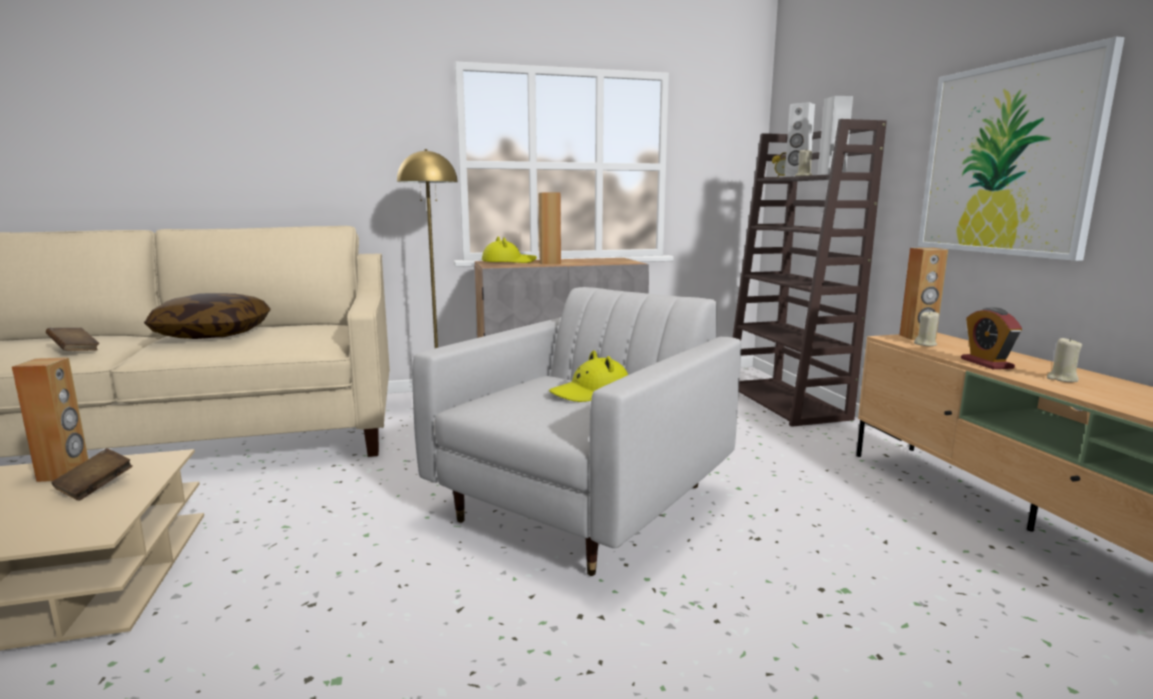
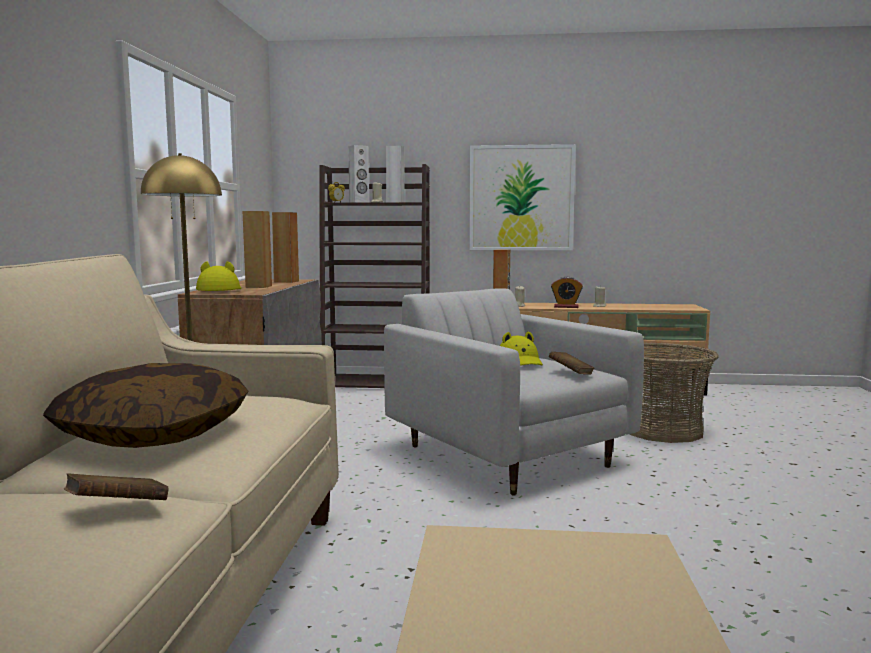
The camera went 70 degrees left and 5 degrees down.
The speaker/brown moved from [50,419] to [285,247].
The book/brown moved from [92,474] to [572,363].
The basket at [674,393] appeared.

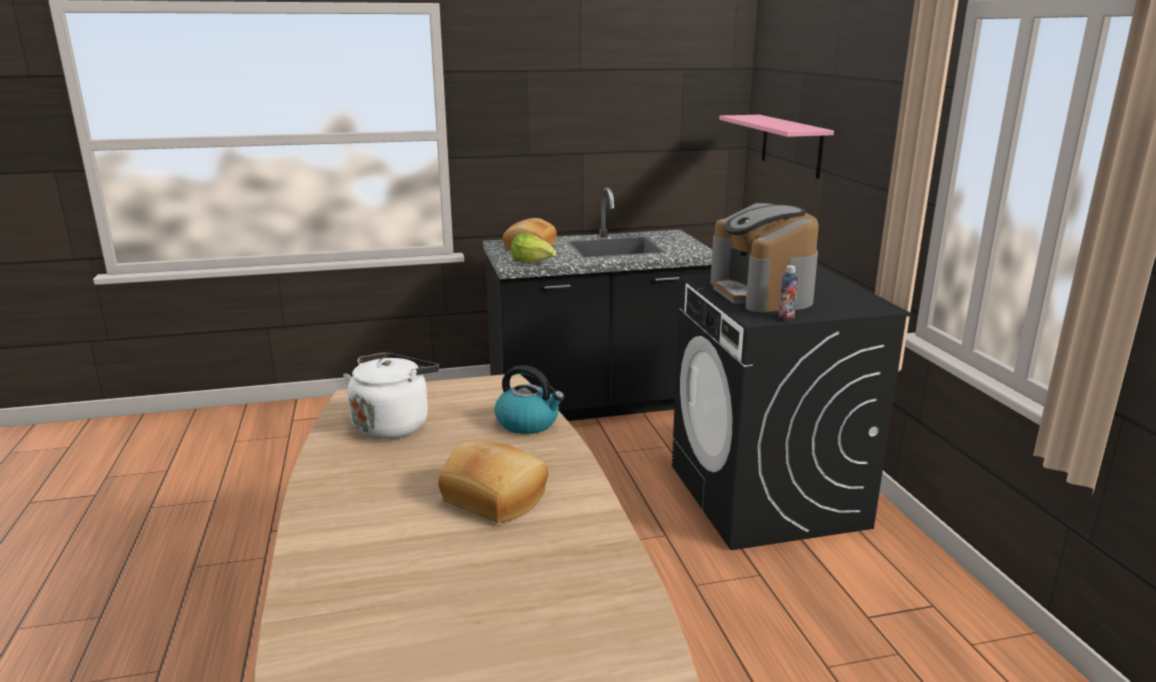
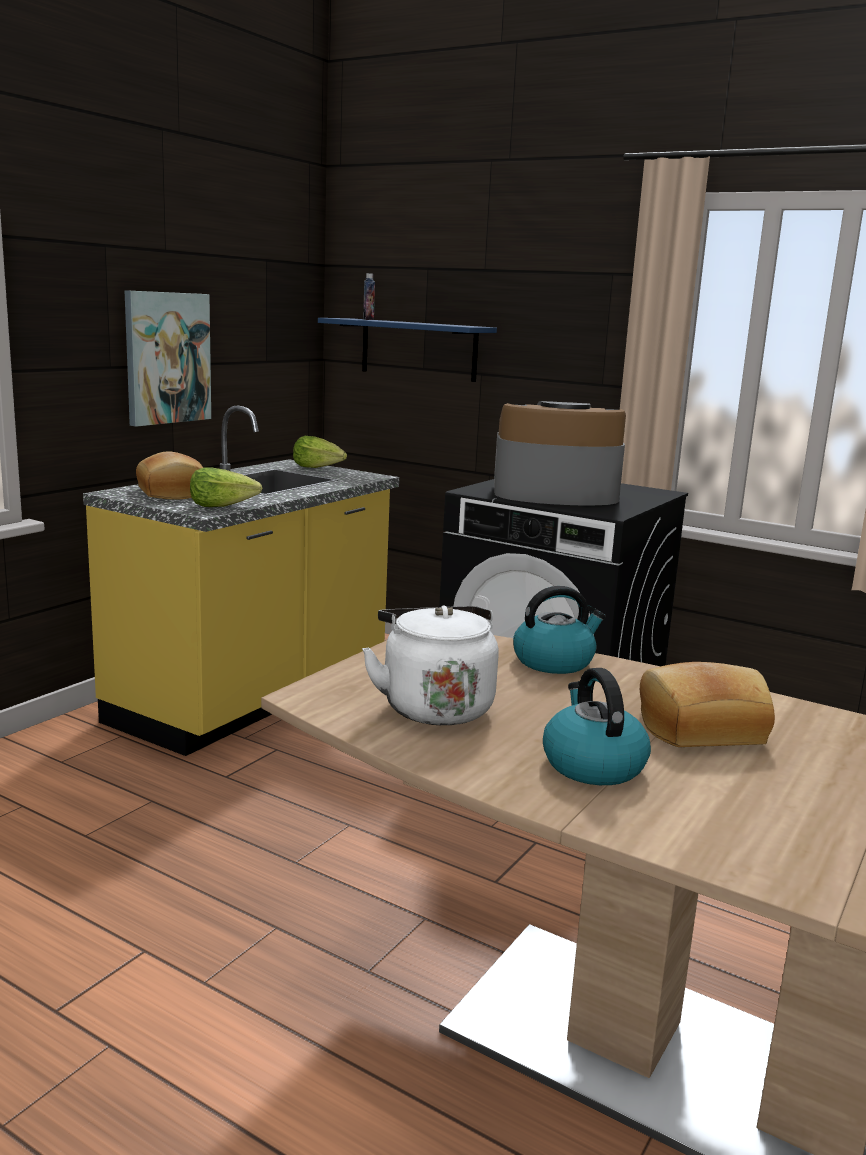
The camera went 45 degrees left and 5 degrees down.
The shelf/pink at [776,147] became the shelf/blue at [407,350].
The counter/black at [597,304] became the counter/yellow at [241,580].
The coffee machine at [764,257] turned 150 degrees clockwise.
The bottle moved from [788,293] to [369,296].
The picture at [168,358] appeared.
The lettuce at [320,452] appeared.
The kettle at [597,726] appeared.

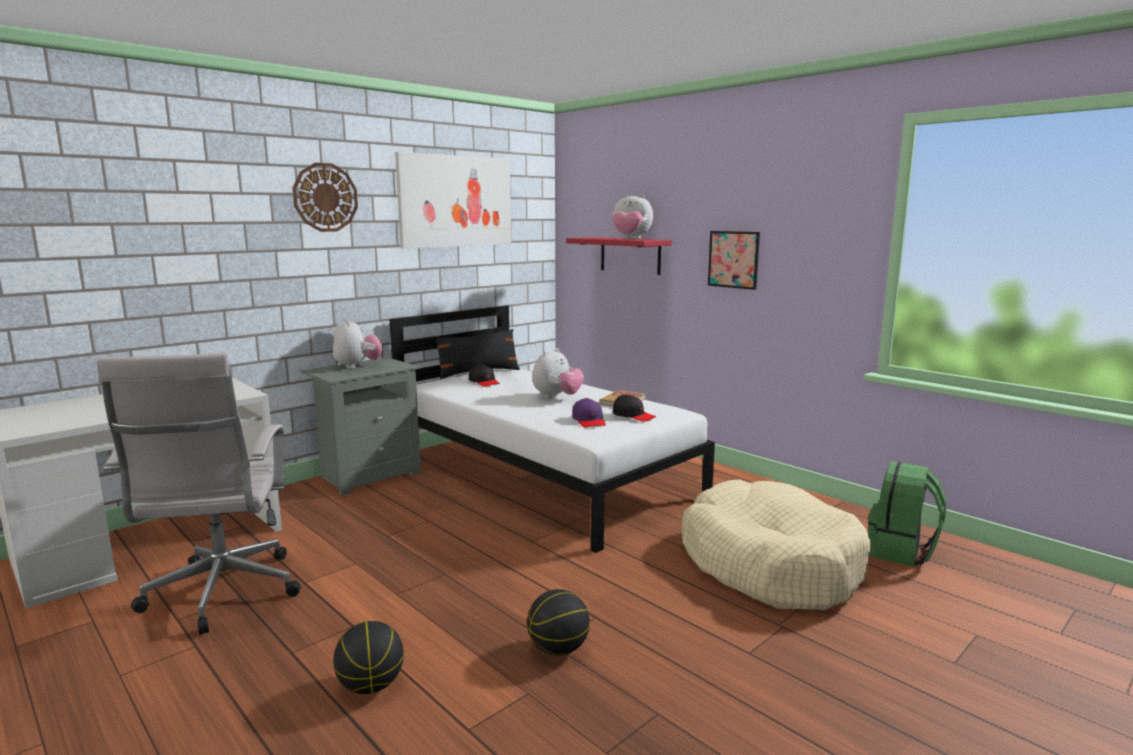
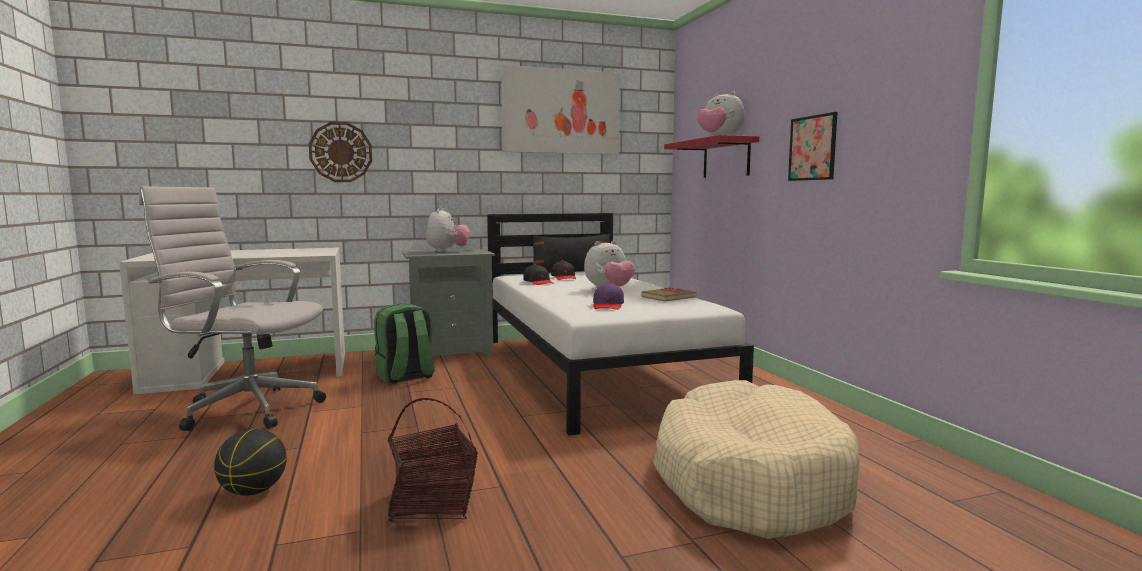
The camera went 25 degrees right and 5 degrees down.
The wall clock moved from [325,197] to [340,152].
The office chair/white at [199,494] turned 90 degrees clockwise.
The cap/black moved from [634,408] to [538,274].
The backpack/green moved from [907,514] to [404,343].
The basketball at [558,622] was replaced by the basket at [433,460].

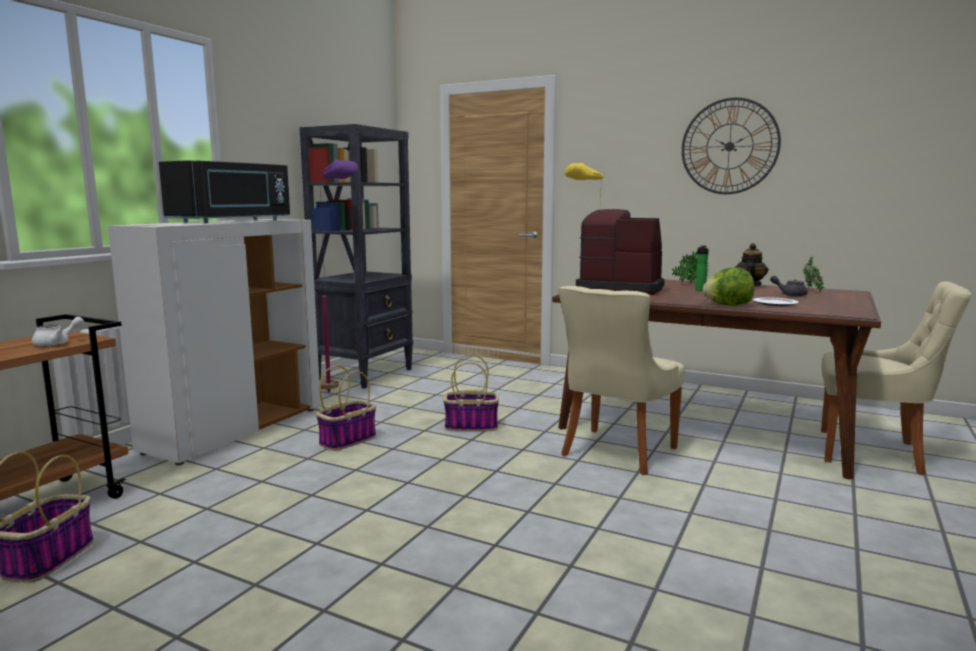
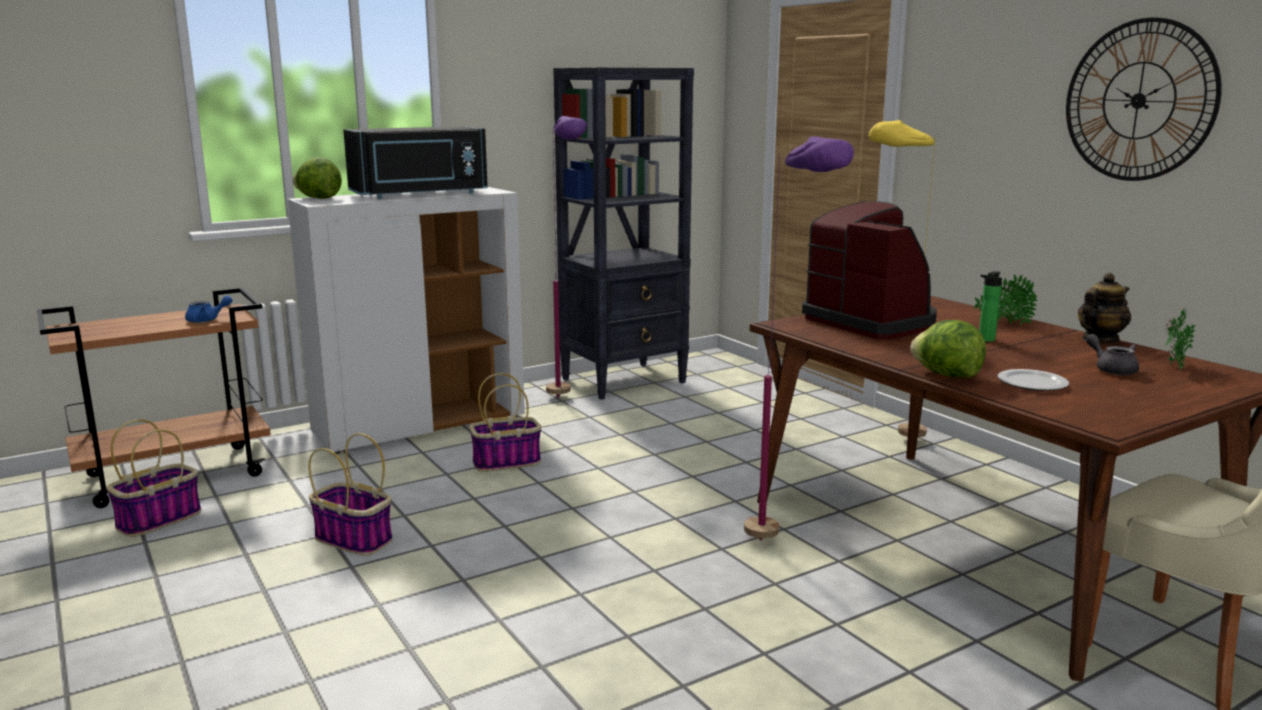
The camera went 30 degrees right and 5 degrees up.
The chair/beige at [621,380] was replaced by the floor lamp/purple at [799,338].
The teapot/white at [58,332] became the teapot/blue at [209,309].
The basket moved from [471,392] to [350,494].
The lettuce at [317,178] appeared.

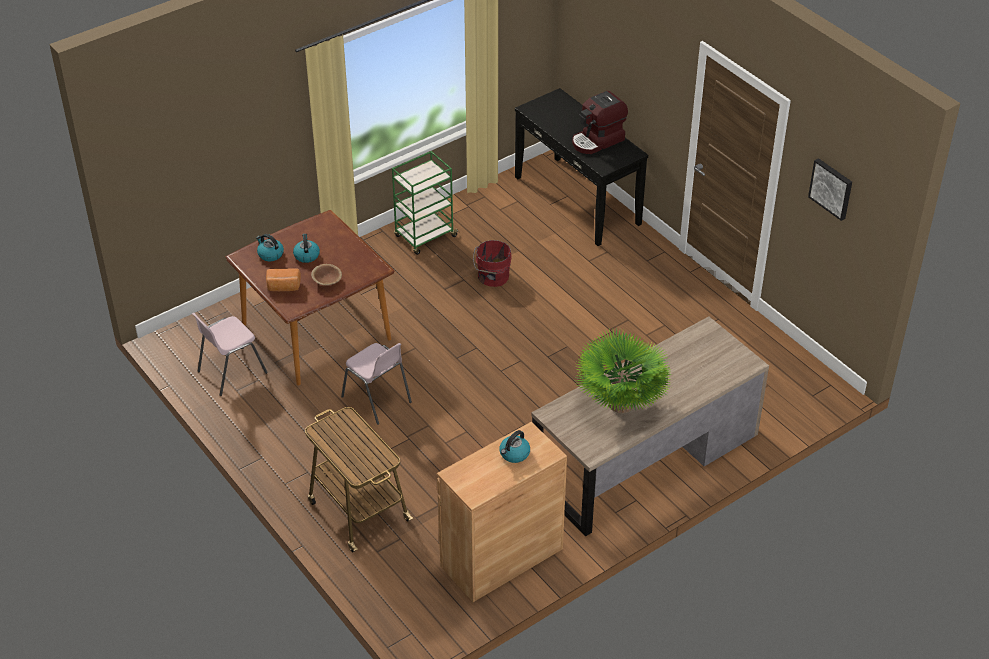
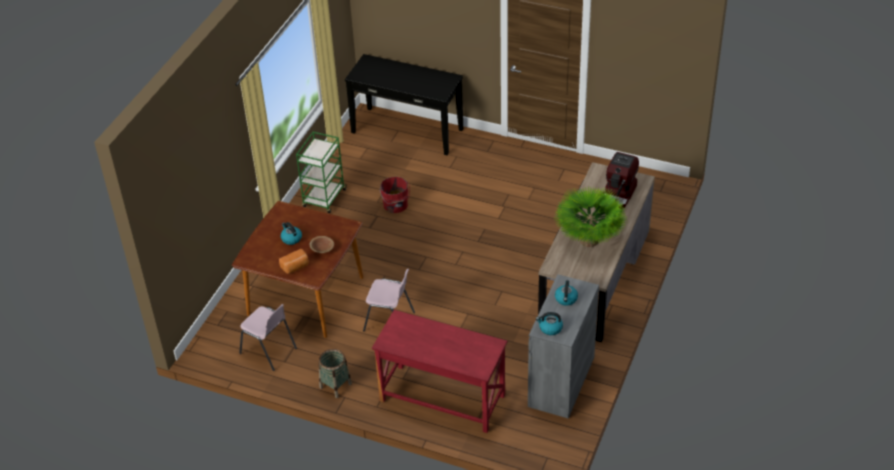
The camera went 30 degrees left and 0 degrees up.
The coffee machine moved from [600,122] to [621,180].
The picture at [830,189] disappeared.
The kettle moved from [270,247] to [549,323].
The chair/pink at [230,354] turned 75 degrees counterclockwise.
The cart at [359,479] was replaced by the desk/red at [439,371].
The cabinet/brown at [502,512] became the cabinet/grey at [563,346].
The basket at [335,373] appeared.

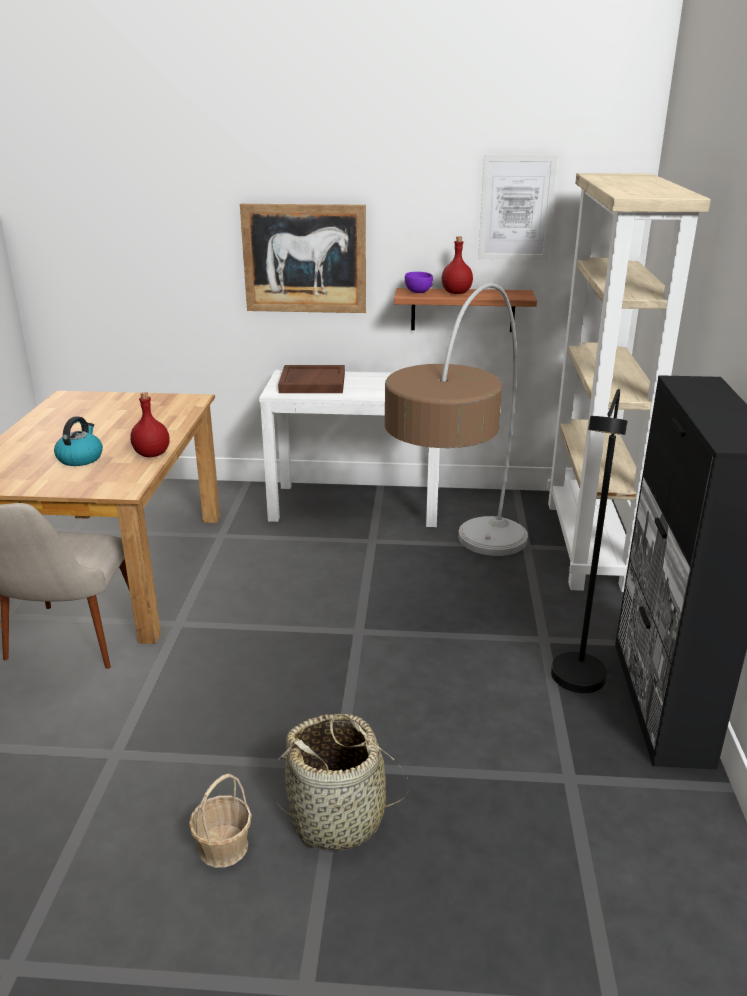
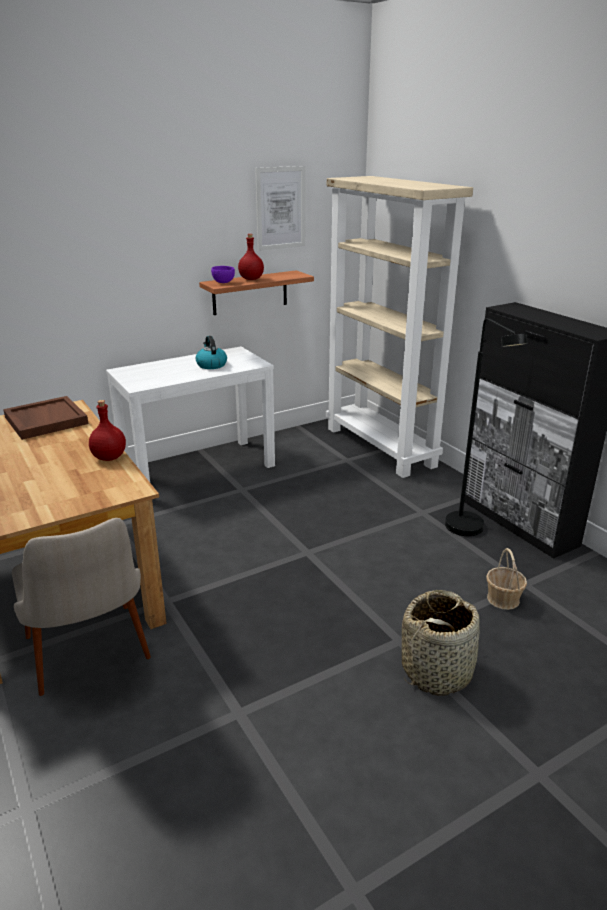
The camera went 35 degrees left and 0 degrees up.
The picture at [303,258] disappeared.
The floor lamp at [456,419] disappeared.
The tray/brown moved from [311,379] to [46,418].
The kettle moved from [78,441] to [211,352].
The basket moved from [220,821] to [506,579].

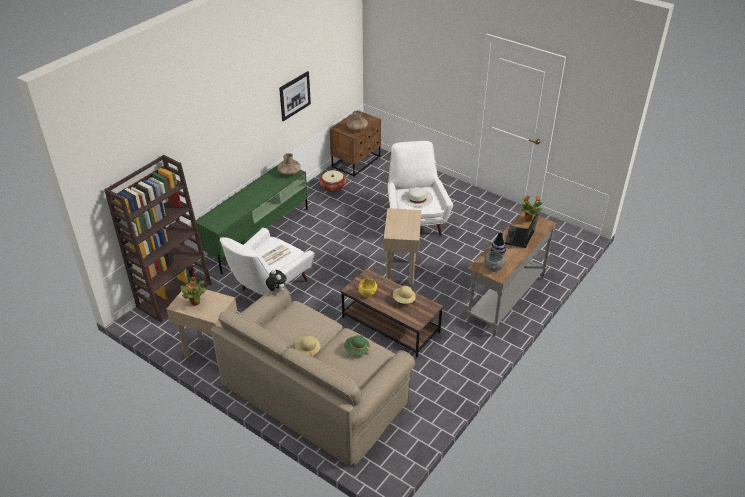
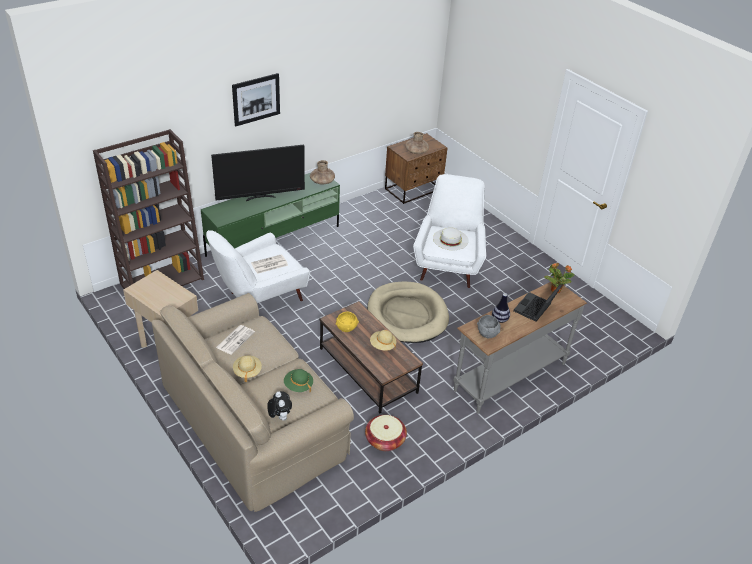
The camera went 15 degrees right and 0 degrees up.
The picture moved from [295,96] to [256,99].
The basket moved from [332,181] to [386,433].
The side table/beige at [402,246] was replaced by the dog bed/beige at [408,312].
The plush toy moved from [276,281] to [279,406].
The potted plant at [193,291] disappeared.
The television at [258,173] appeared.
The newspaper at [235,340] appeared.

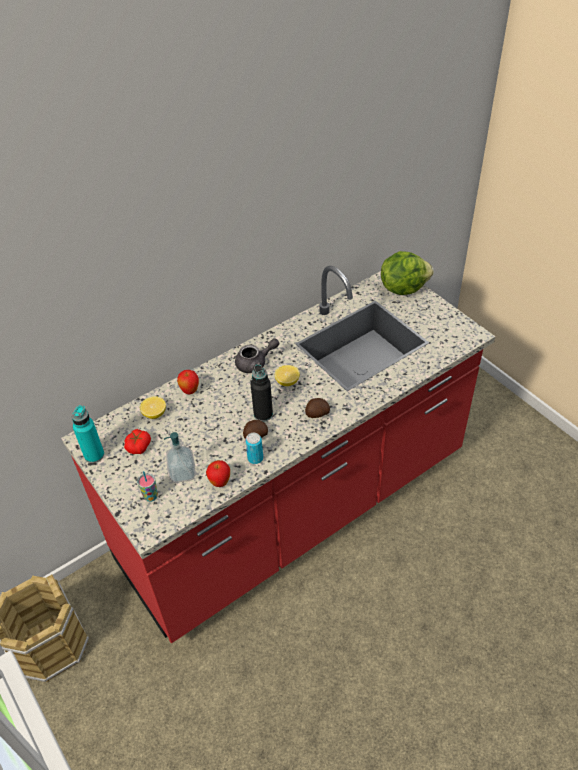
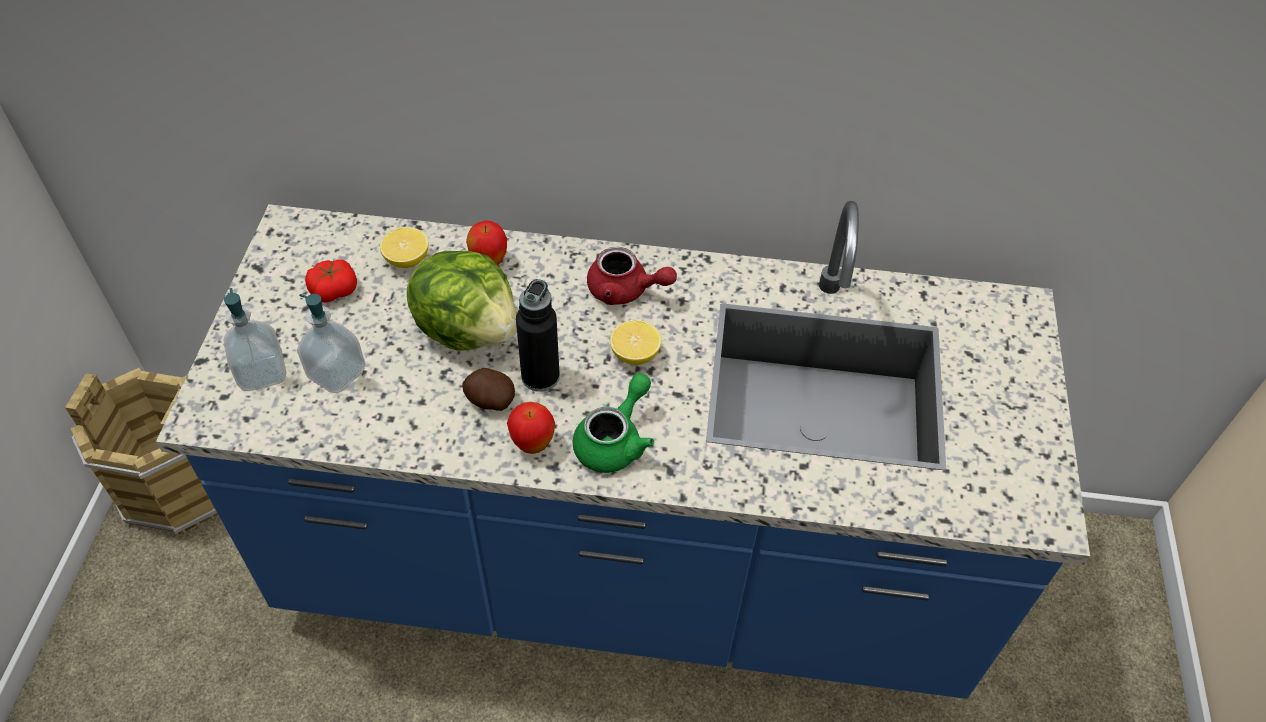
The camera went 40 degrees right and 5 degrees up.
The lettuce moved from [407,273] to [462,301].
The counter/red at [278,454] became the counter/blue at [623,450].
The teapot/grey at [257,356] became the teapot/red at [632,276].
The potato at [317,408] was replaced by the teapot/green at [613,423].
The bottle/turquoise at [88,434] disappeared.
The can at [254,448] disappeared.
The apple moved from [218,473] to [531,428].
The cup at [147,486] was replaced by the soap dispenser at [255,339].

